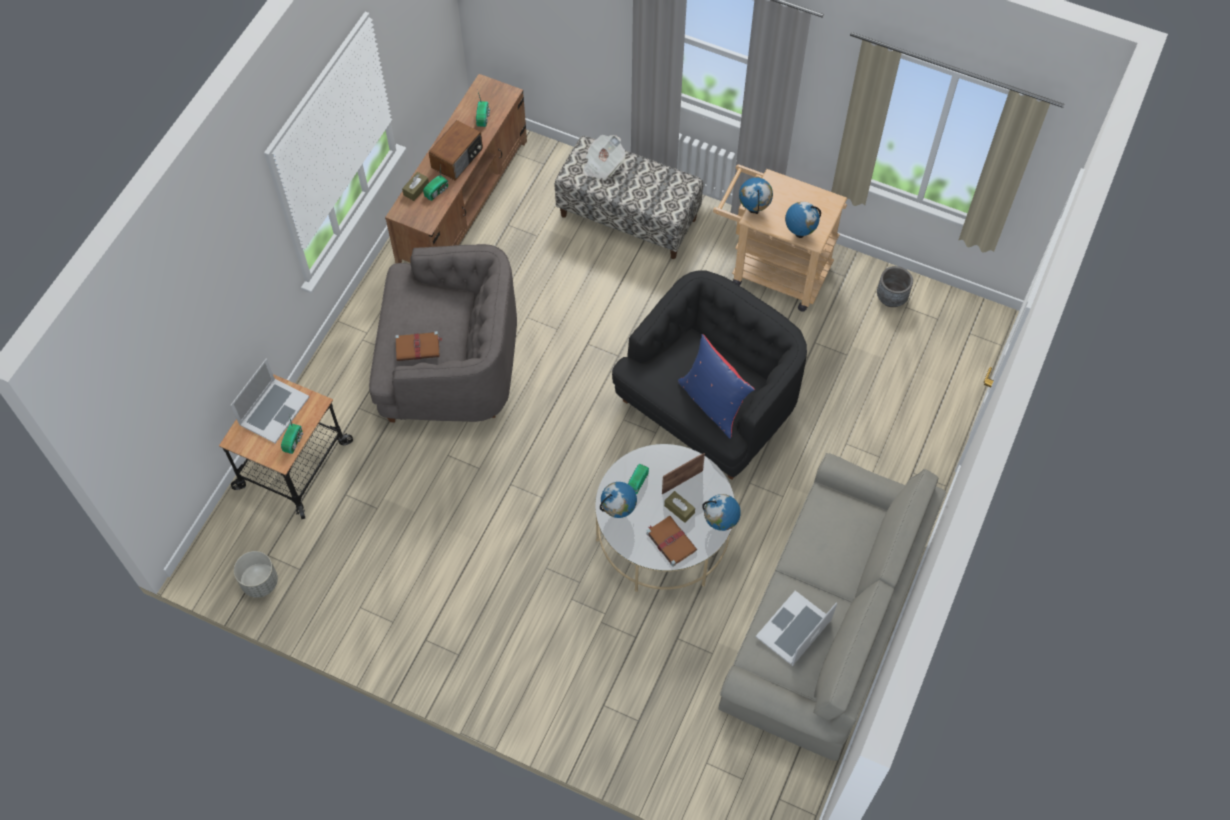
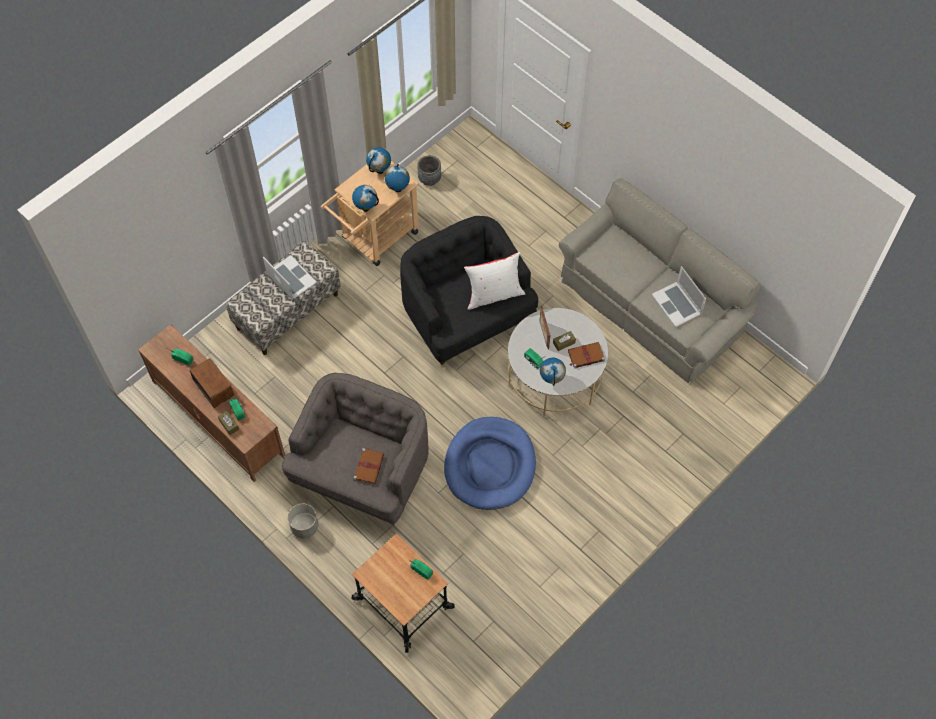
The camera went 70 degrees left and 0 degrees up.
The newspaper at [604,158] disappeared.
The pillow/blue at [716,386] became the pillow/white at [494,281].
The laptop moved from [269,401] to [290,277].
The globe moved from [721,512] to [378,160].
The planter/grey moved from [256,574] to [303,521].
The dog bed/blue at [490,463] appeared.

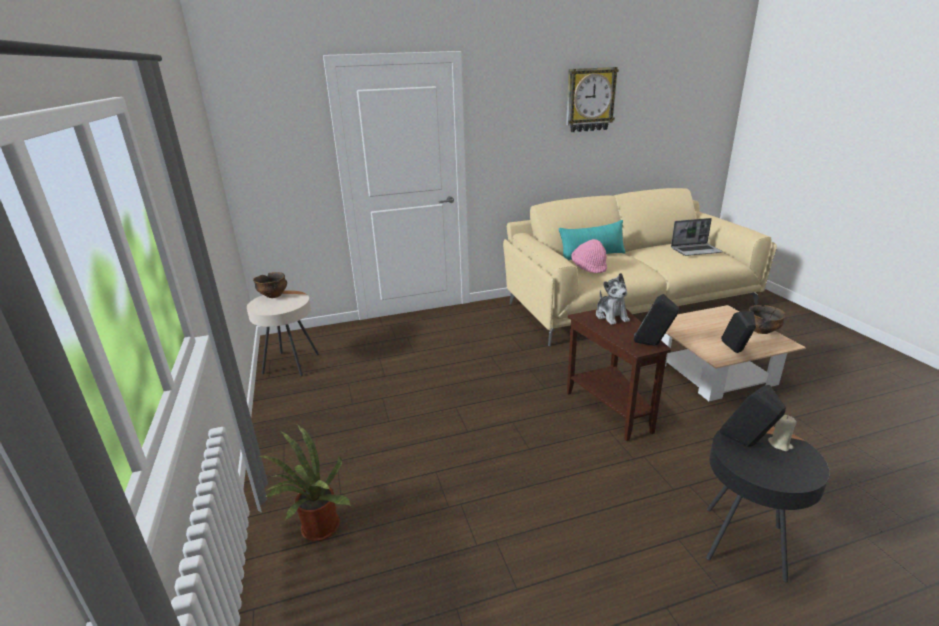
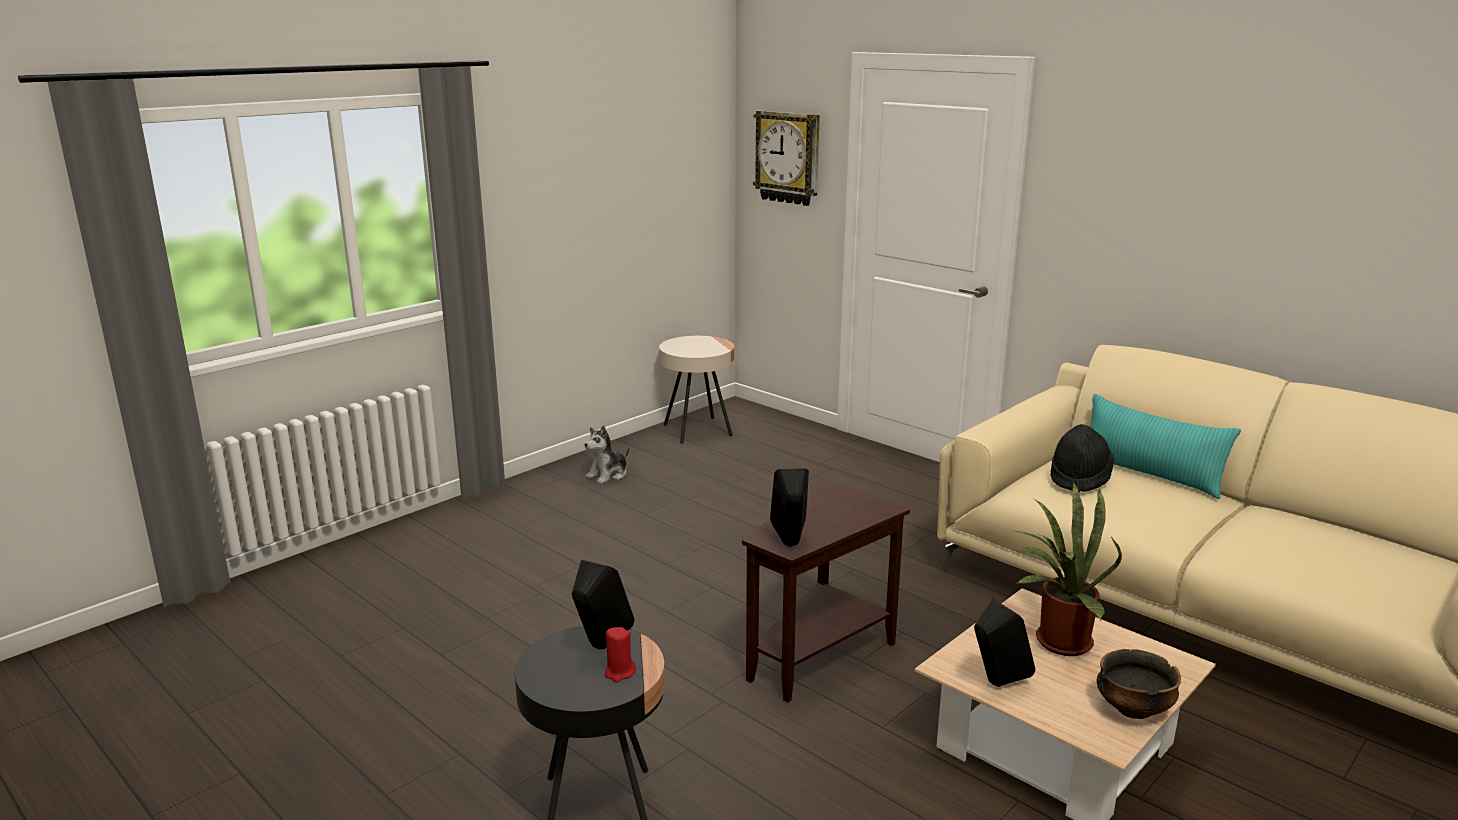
The camera went 60 degrees right and 5 degrees down.
The wall clock moved from [592,99] to [786,158].
The laptop at [697,237] disappeared.
The hat/pink at [589,256] became the hat/black at [1082,458].
The bowl at [270,285] disappeared.
The plush toy moved from [613,299] to [607,455].
The candle/beige at [782,433] became the candle/red at [620,654].
The potted plant moved from [304,483] to [1066,569].

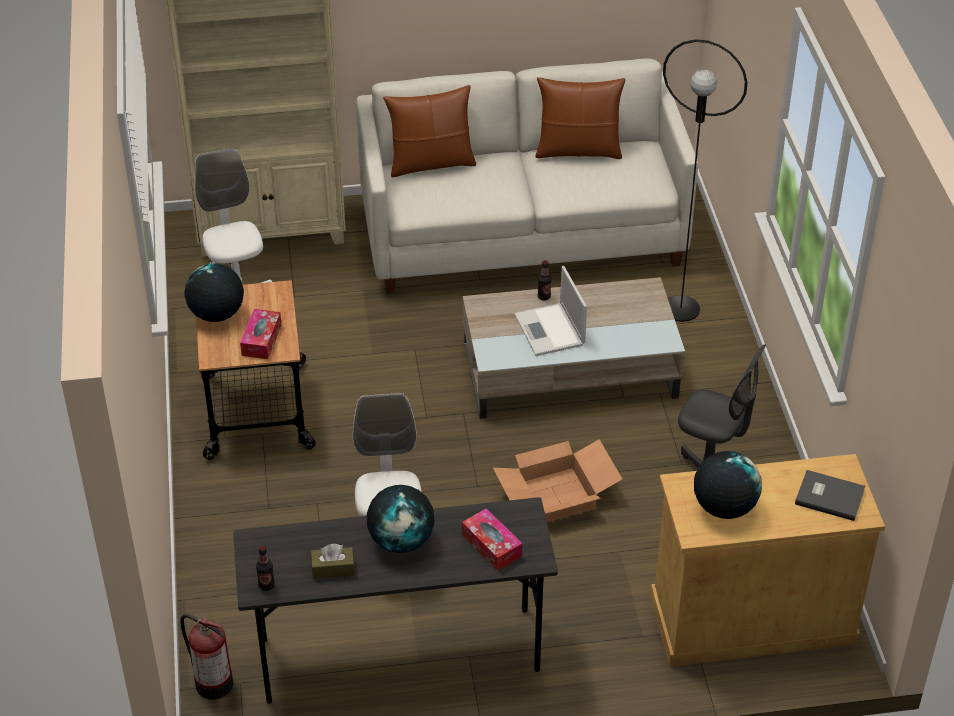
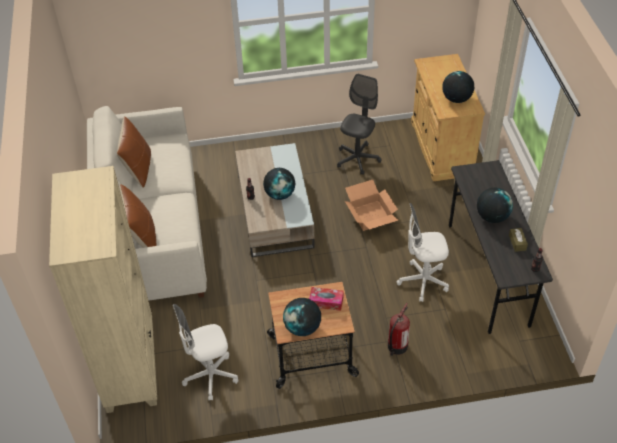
The camera went 90 degrees left and 5 degrees up.
The floor lamp/black at [705,180] disappeared.
The laptop at [550,311] was replaced by the globe at [279,184].
The book/grey at [830,495] disappeared.
The tissue box at [492,539] disappeared.
The fire extinguisher moved from [207,657] to [399,329].

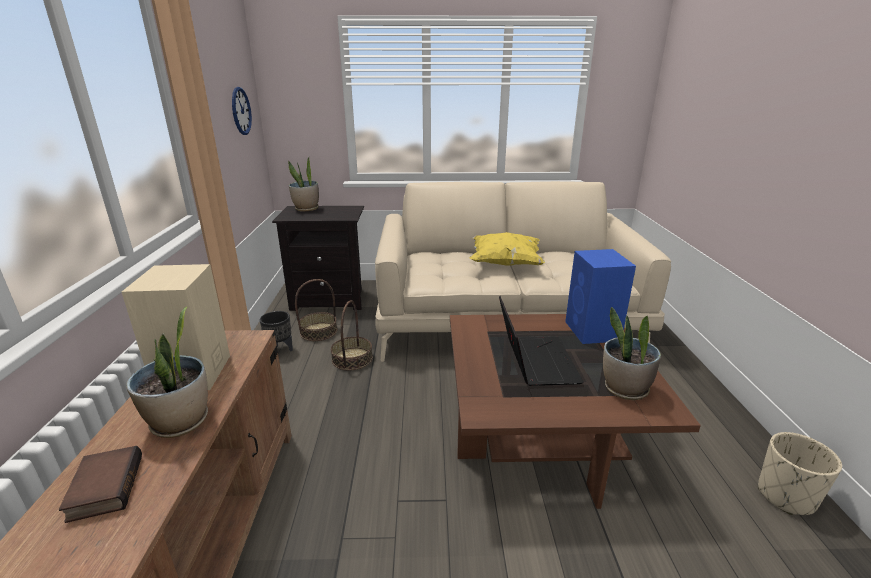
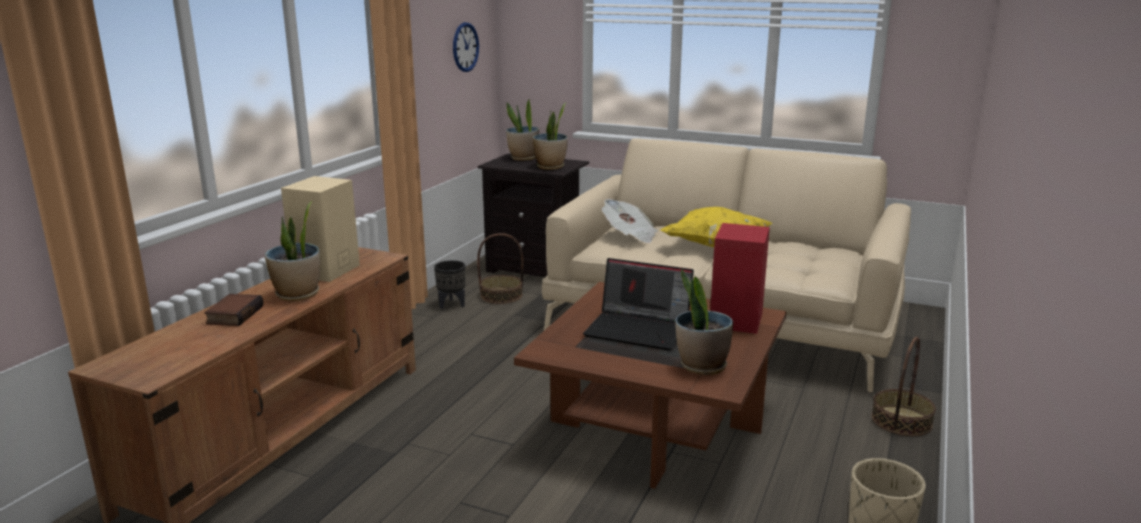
The camera went 25 degrees right and 5 degrees down.
The speaker/blue at [600,296] became the speaker/red at [740,278].
The laptop at [541,341] turned 90 degrees clockwise.
The basket moved from [352,335] to [903,386].
The potted plant at [550,136] appeared.
The newspaper at [630,221] appeared.

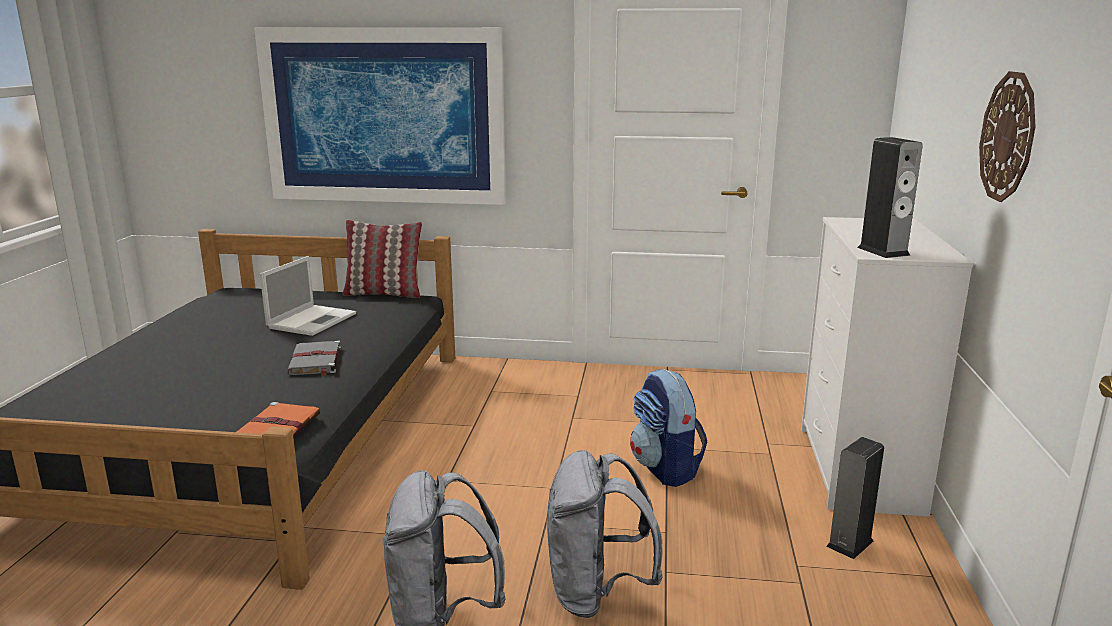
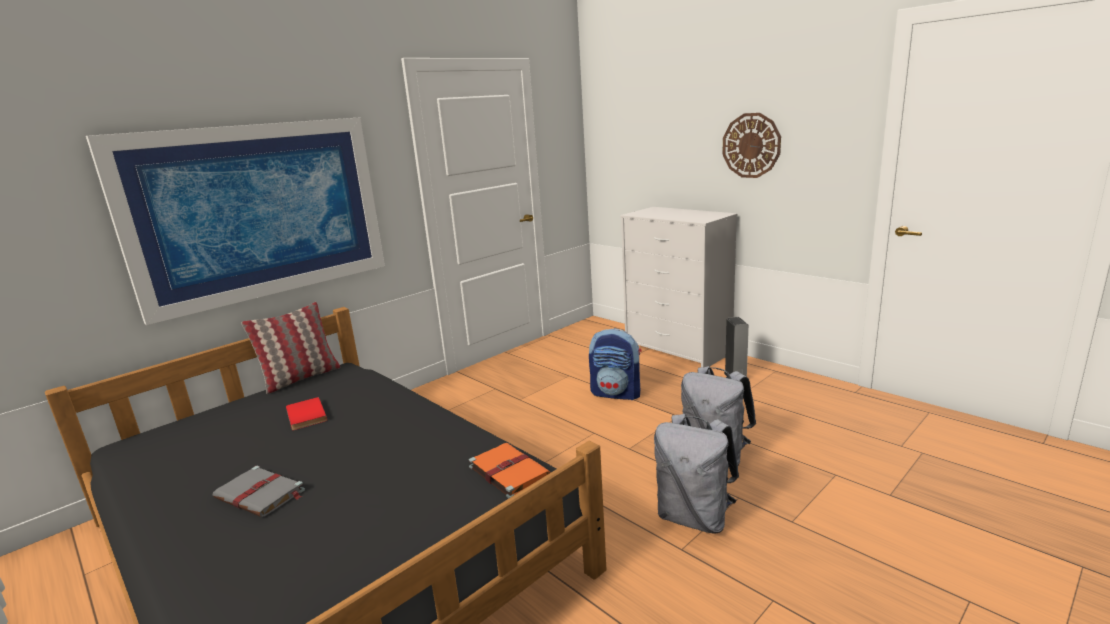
The camera went 50 degrees left and 0 degrees up.
The speaker at [890,197] disappeared.
The laptop at [308,296] was replaced by the book/red at [306,413].
The book/grey moved from [314,358] to [258,492].

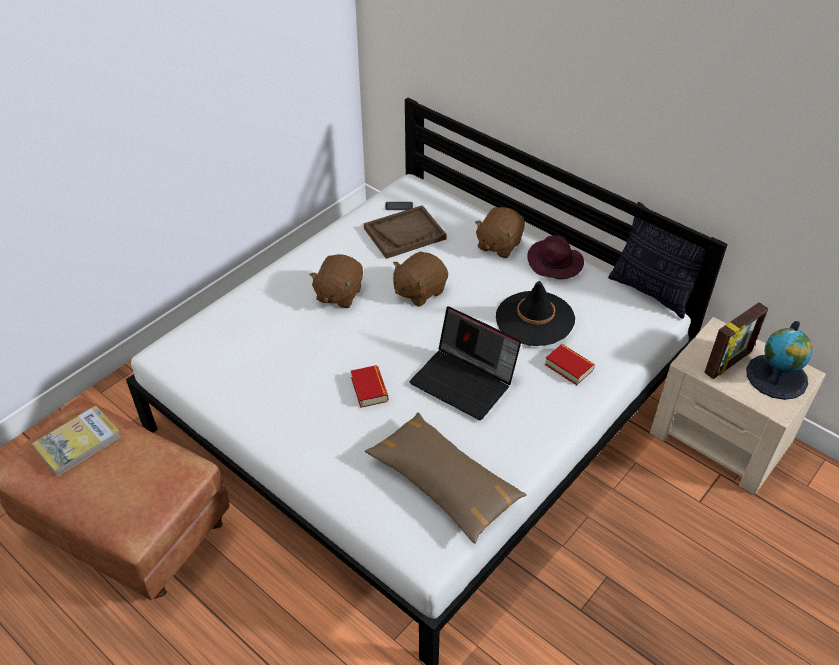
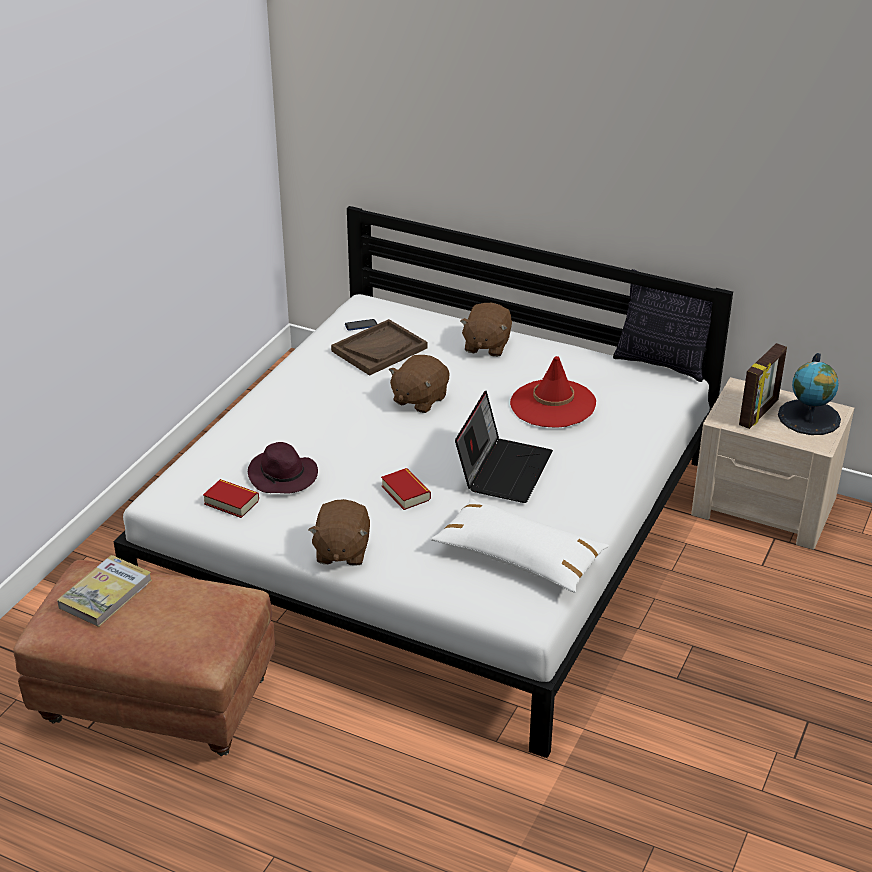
The camera went 15 degrees left and 10 degrees down.
The hat/purple moved from [555,257] to [283,468].
The plush toy/brown moved from [336,281] to [339,532].
The hat/black at [535,313] became the hat/red at [553,392].
The laptop at [465,363] turned 90 degrees counterclockwise.
The book moved from [570,364] to [231,498].
The pillow/brown at [446,478] became the pillow/white at [520,545].

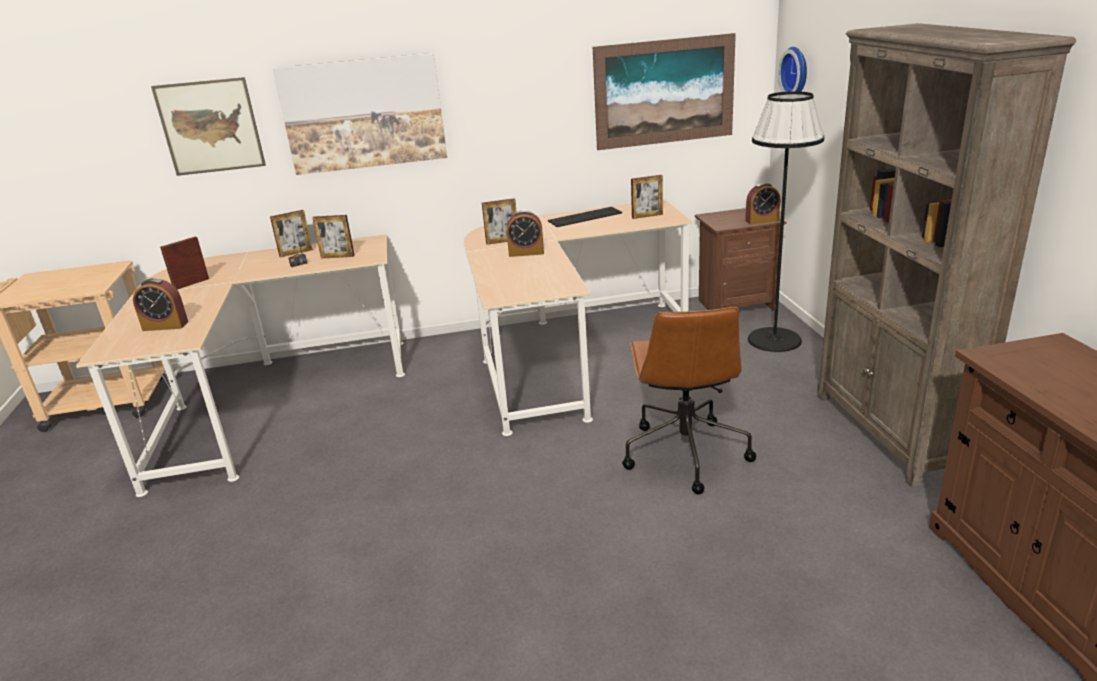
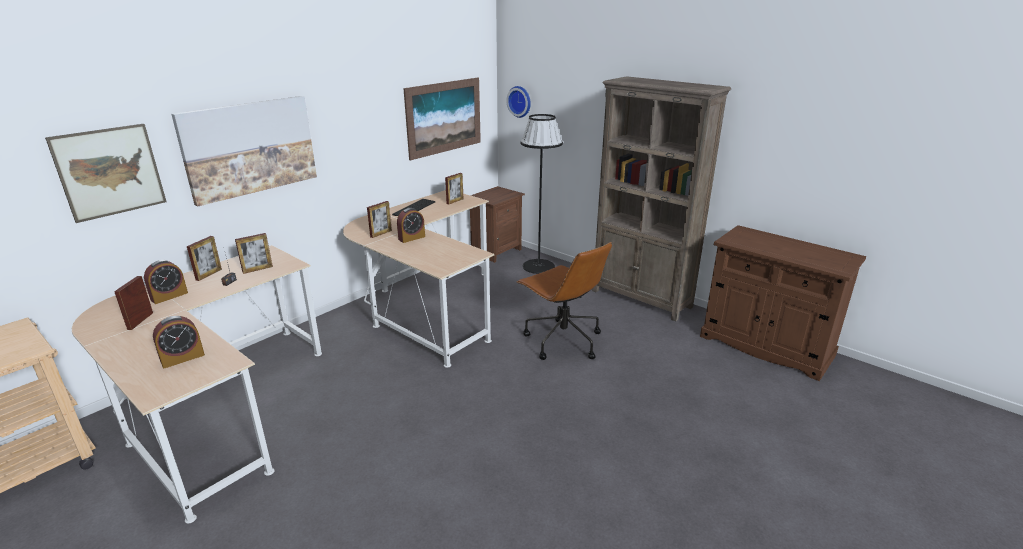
The camera went 40 degrees left and 0 degrees up.
The alarm clock moved from [763,204] to [166,282].

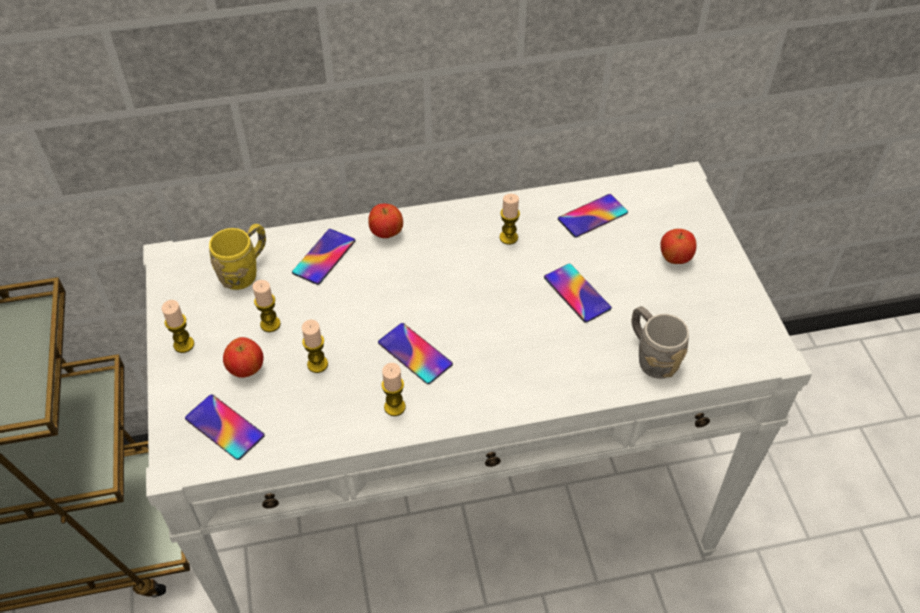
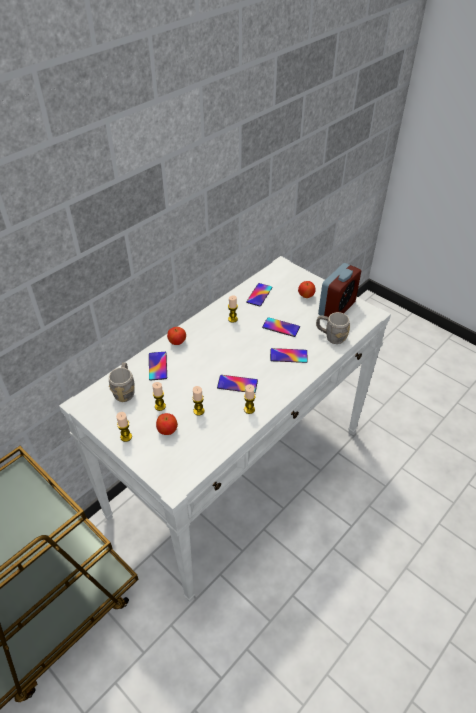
The camera went 35 degrees left and 5 degrees down.
The mug/yellow at [237,257] became the mug/grey at [122,382].
The phone moved from [225,427] to [289,355].
The alarm clock at [339,290] appeared.

